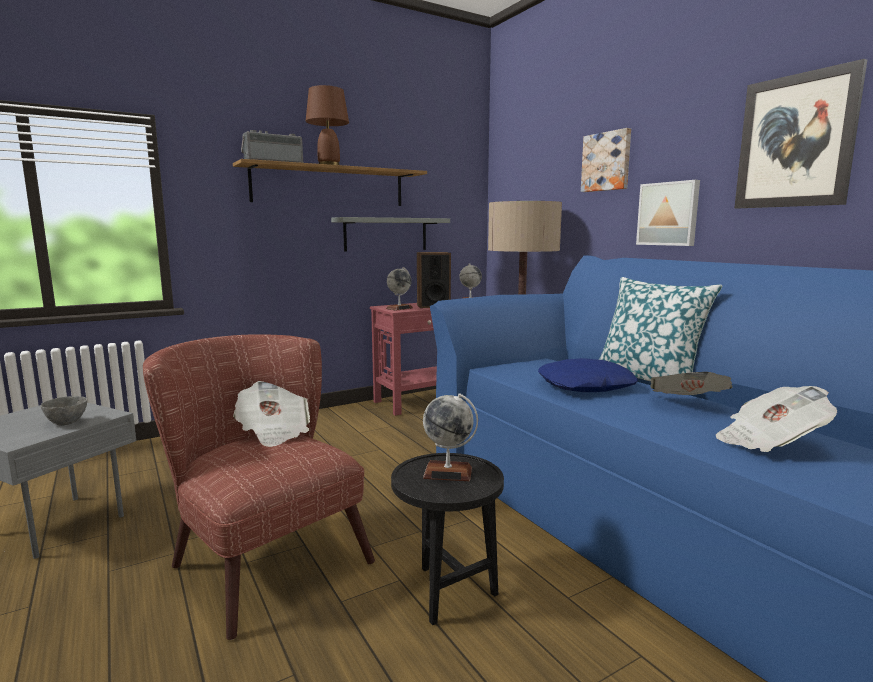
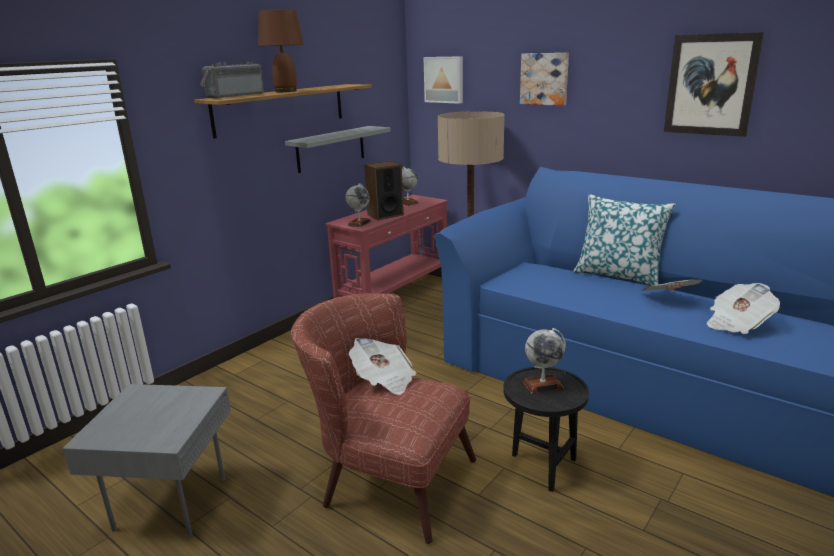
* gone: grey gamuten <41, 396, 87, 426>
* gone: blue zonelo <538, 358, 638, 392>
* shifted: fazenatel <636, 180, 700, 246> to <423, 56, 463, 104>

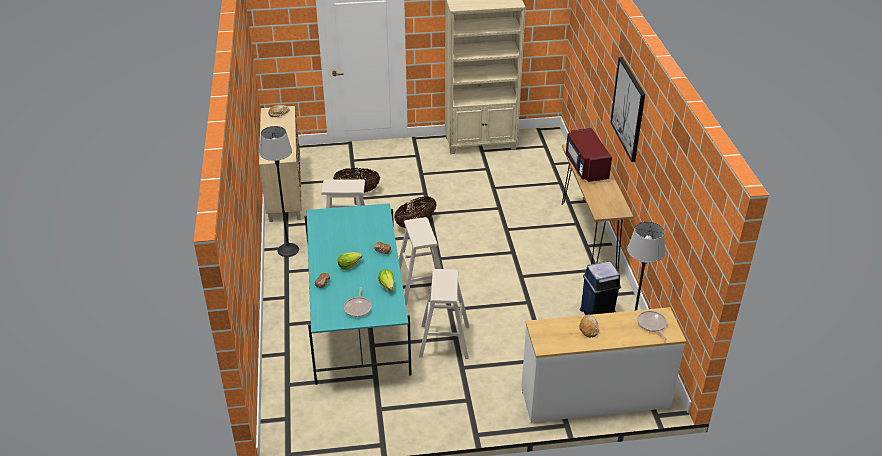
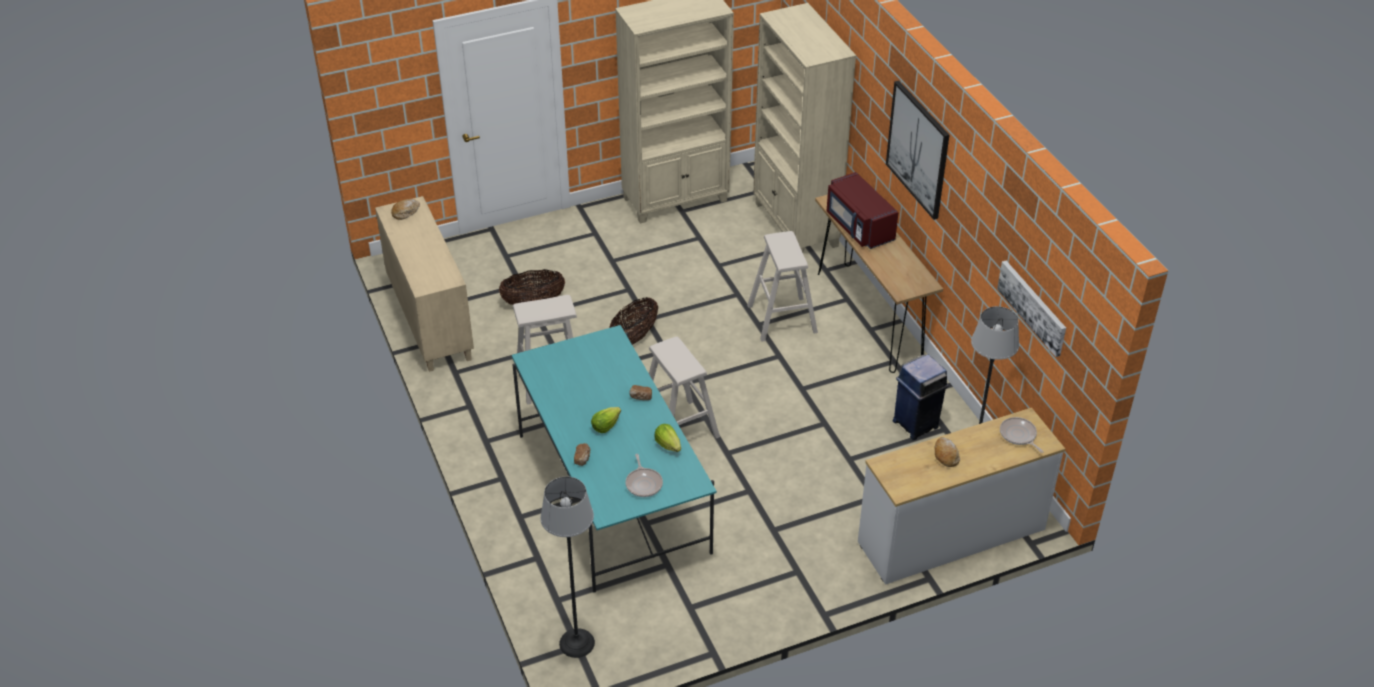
* new: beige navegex <753, 3, 856, 252>
* new: fazenatel <997, 261, 1066, 357>
* shifted: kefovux <260, 126, 299, 257> to <540, 476, 595, 658>
* shifted: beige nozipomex <419, 269, 469, 359> to <747, 231, 818, 342>

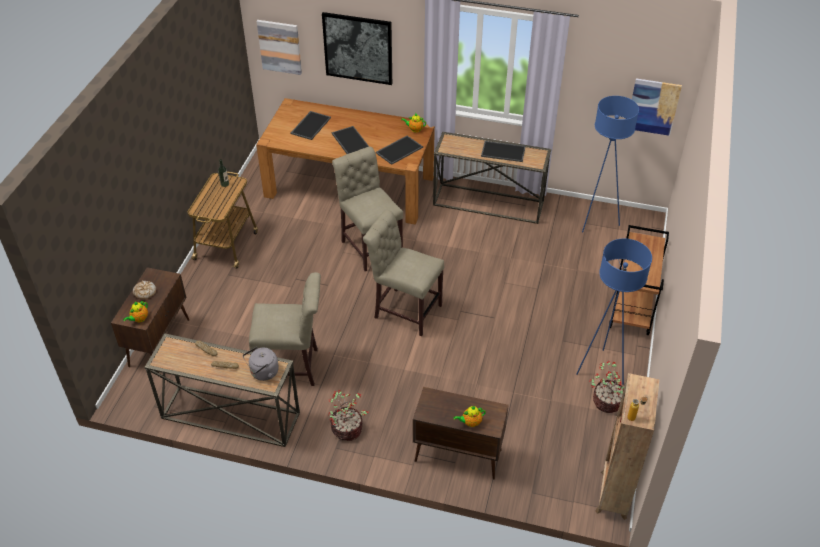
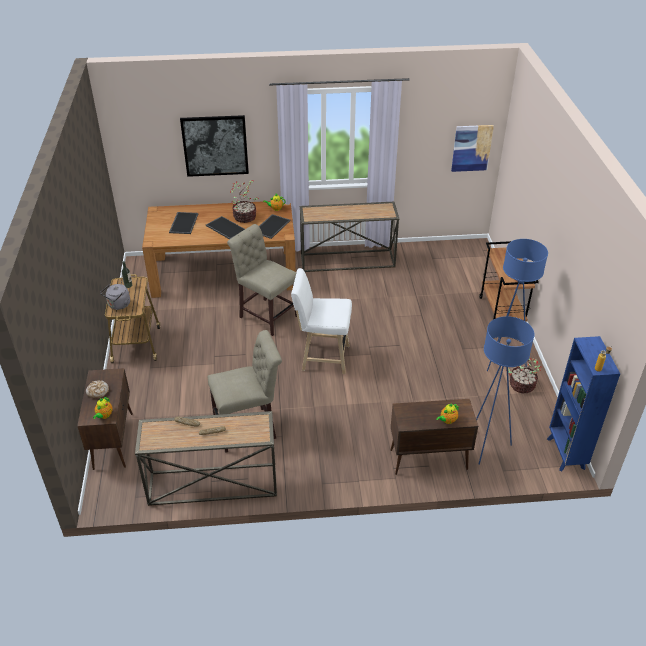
* gone: fazenatel <257, 20, 302, 75>
* gone: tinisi <481, 141, 526, 162>
* shifted: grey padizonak <243, 347, 279, 381> to <100, 284, 130, 310>
* shifted: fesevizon <328, 390, 369, 441> to <231, 181, 259, 223>
* shifted: blue kefovux <582, 96, 639, 232> to <476, 316, 534, 465>
* swapped: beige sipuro <363, 210, 444, 336> to white nozipomex <291, 268, 352, 374>
* repainted: brown navegex <595, 373, 660, 520> to blue navegex <547, 336, 620, 472>

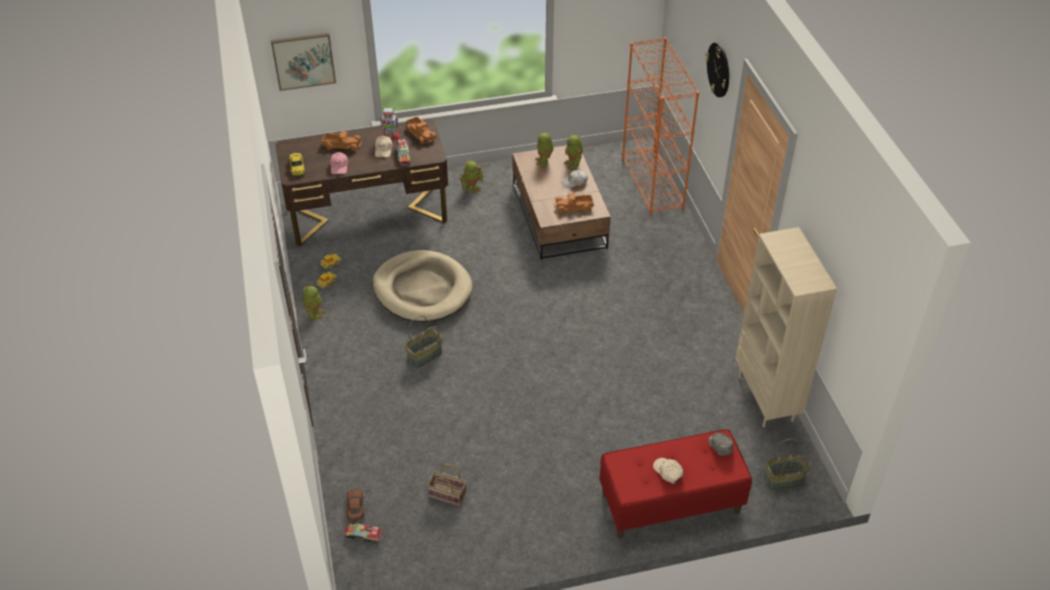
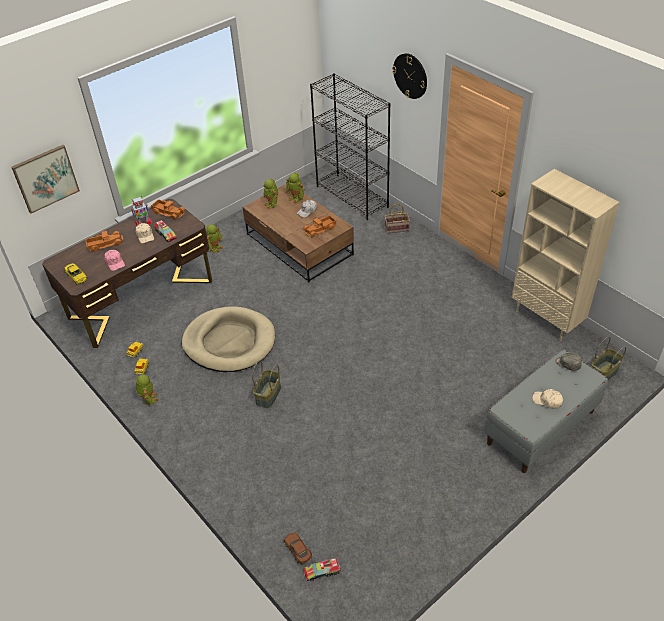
* shifted: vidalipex <427, 464, 467, 506> to <385, 204, 410, 233>
* repainted: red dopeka <599, 429, 752, 539> to grey dopeka <484, 349, 608, 473>
* repainted: orange navegex <622, 38, 699, 216> to black navegex <310, 73, 391, 220>

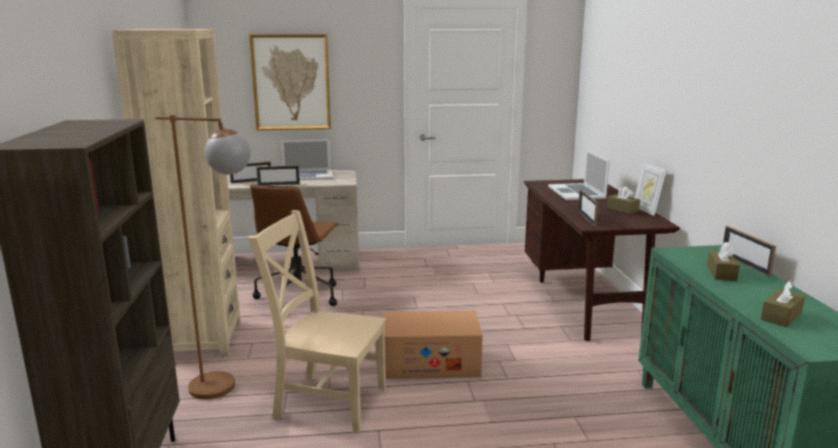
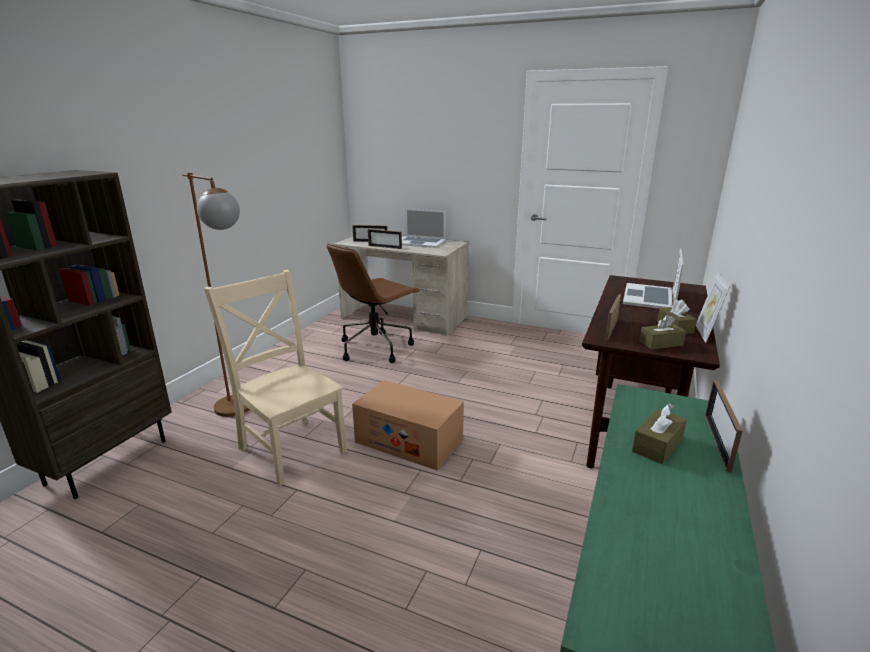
* gone: beige navegex <112, 29, 240, 357>
* gone: fazenatel <249, 34, 331, 130>
* shifted: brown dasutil <761, 281, 805, 327> to <639, 315, 686, 350>

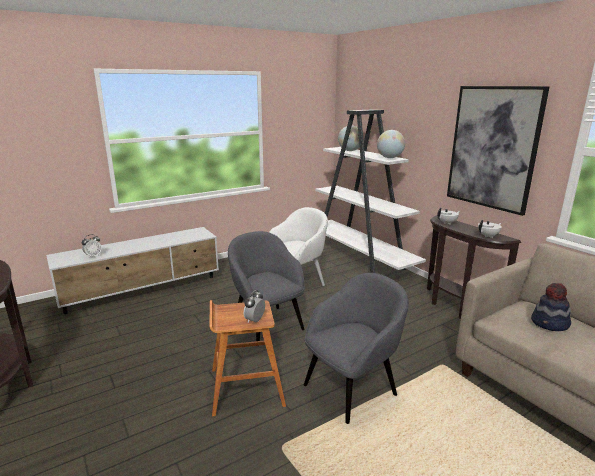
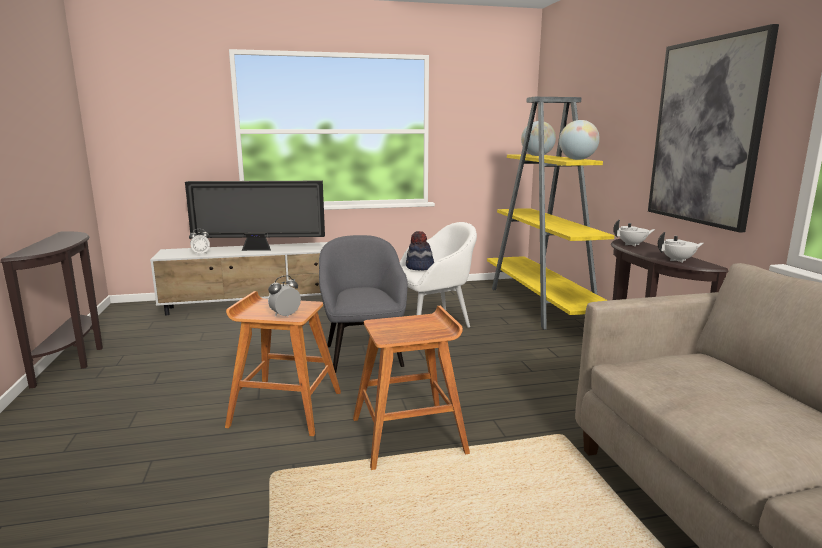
* new: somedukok <185, 181, 325, 251>
* shifted: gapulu <531, 283, 571, 331> to <406, 231, 434, 270>
* swapped: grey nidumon <304, 273, 409, 424> to brown nozipomex <353, 306, 470, 470>
* repainted: white navegex <315, 109, 426, 273> to yellow navegex <487, 97, 615, 330>

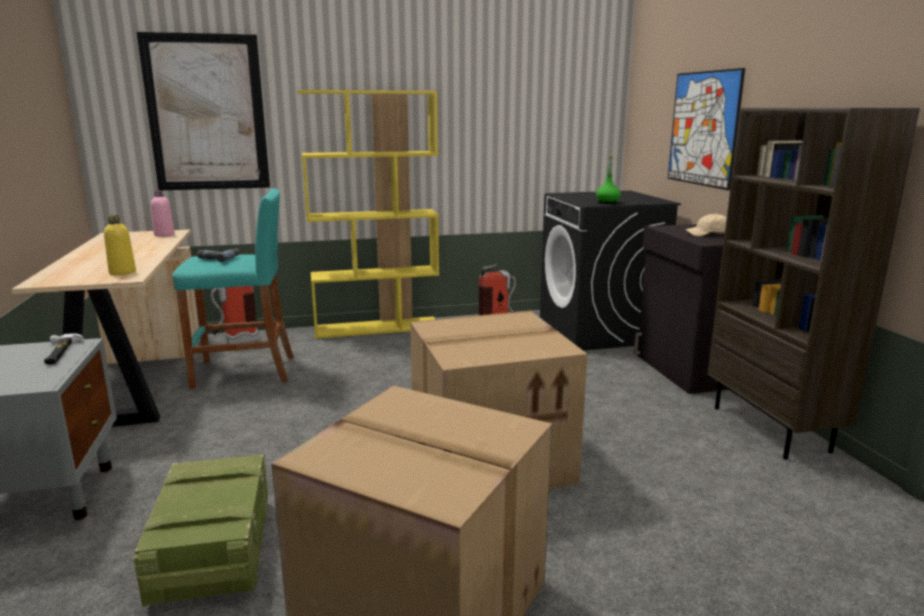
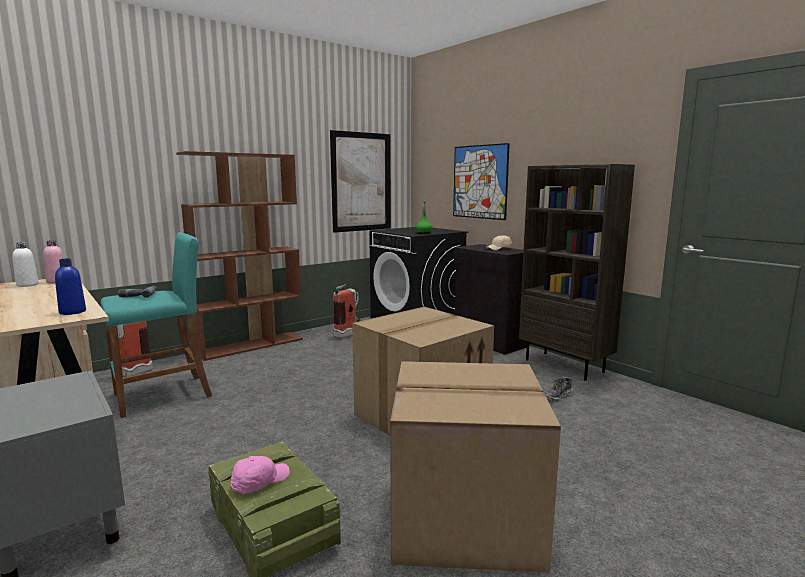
* gone: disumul <44, 333, 84, 364>
* new: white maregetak <12, 242, 39, 287>
* new: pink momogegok <230, 456, 290, 494>
* new: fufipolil <545, 377, 573, 401>
* shifted: fazenatel <137, 32, 270, 190> to <330, 130, 391, 233>
* repainted: yellow maregetak <104, 215, 136, 275> to blue maregetak <55, 258, 86, 315>
* repainted: yellow navegex <297, 90, 439, 339> to brown navegex <176, 151, 303, 361>

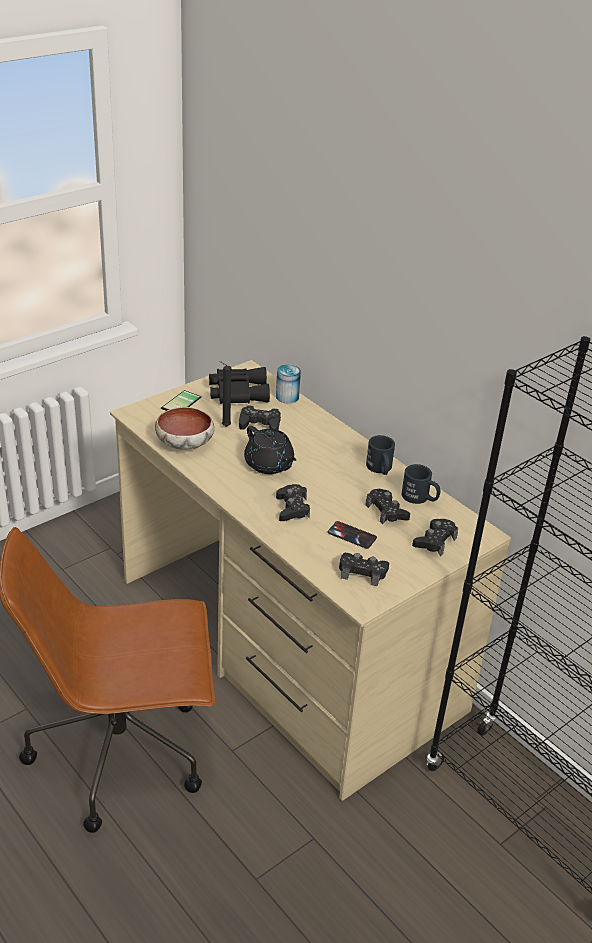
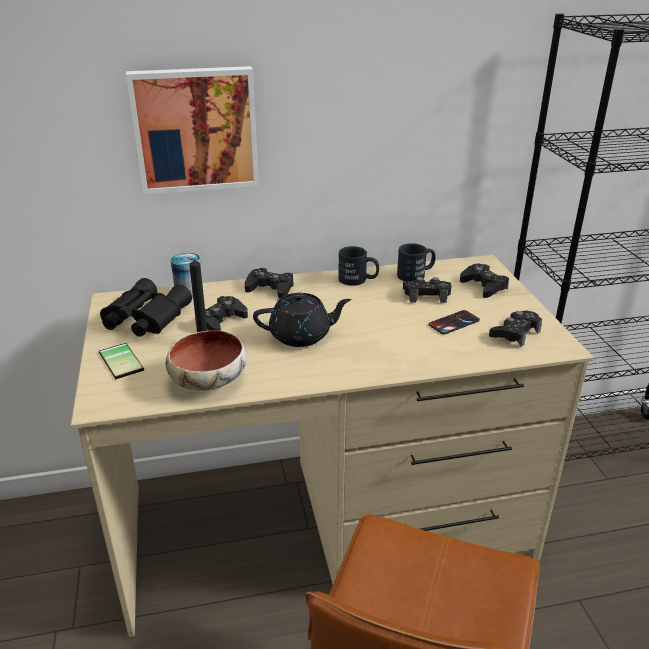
* new: fazenatel <126, 66, 259, 195>
* shifted: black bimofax <276, 484, 310, 521> to <245, 268, 293, 299>

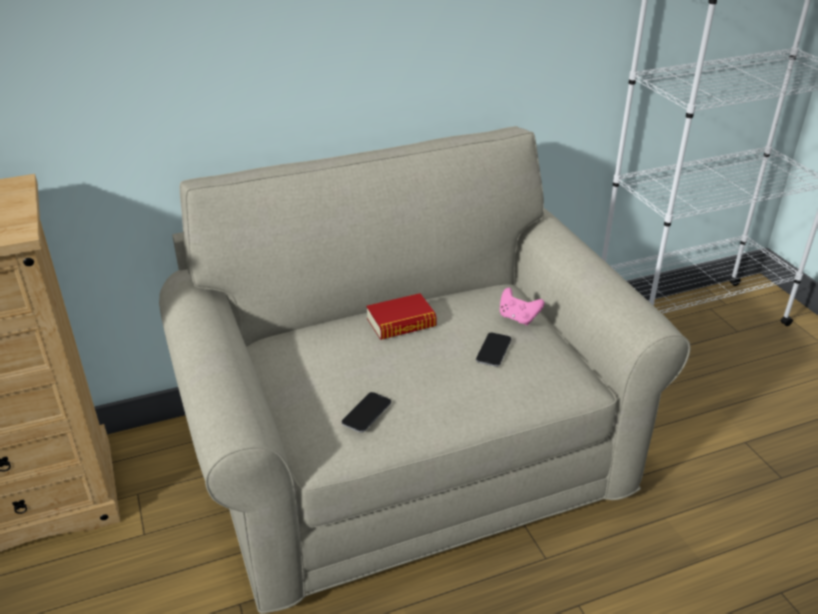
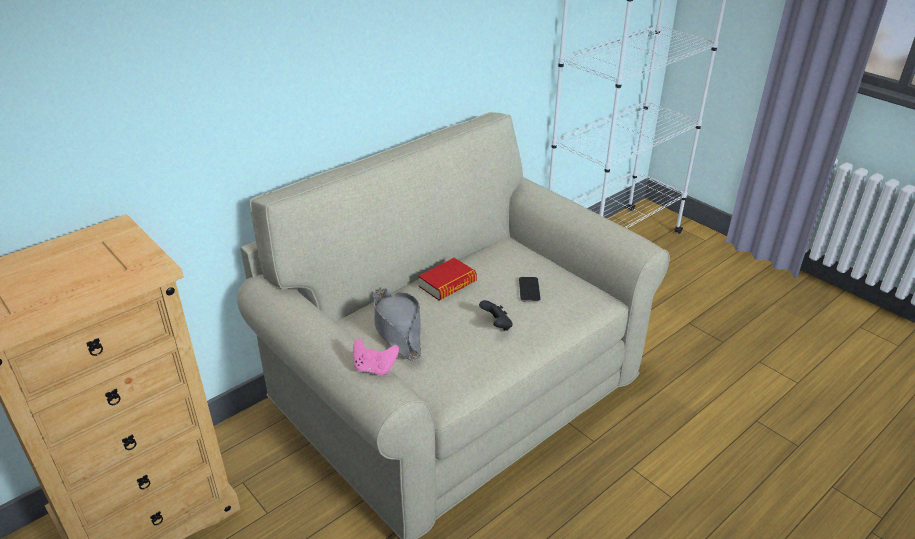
* gone: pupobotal <342, 392, 391, 433>
* new: grey gapulu <374, 288, 421, 360>
* new: black bimofax <479, 300, 513, 331>
* shifted: pink bimofax <500, 288, 545, 326> to <353, 338, 399, 375>

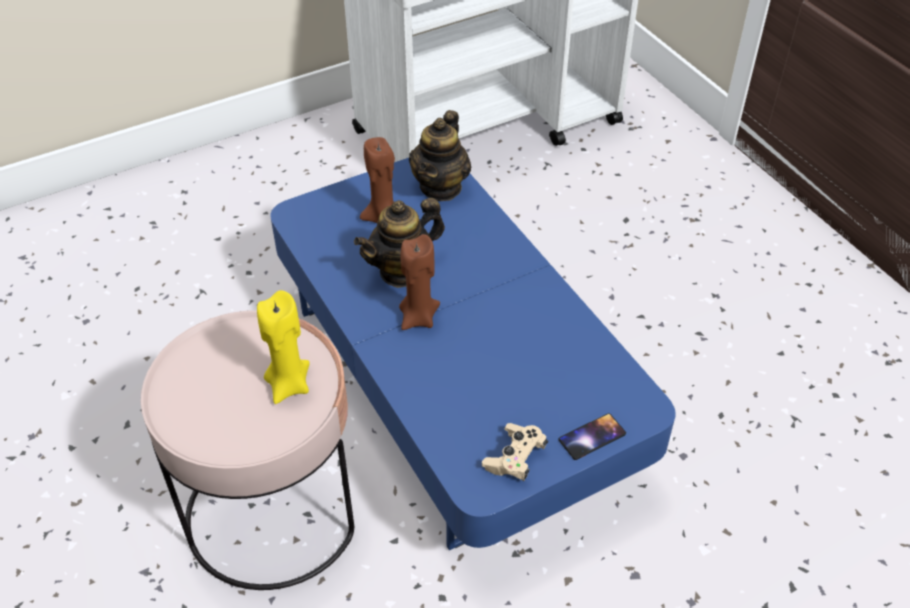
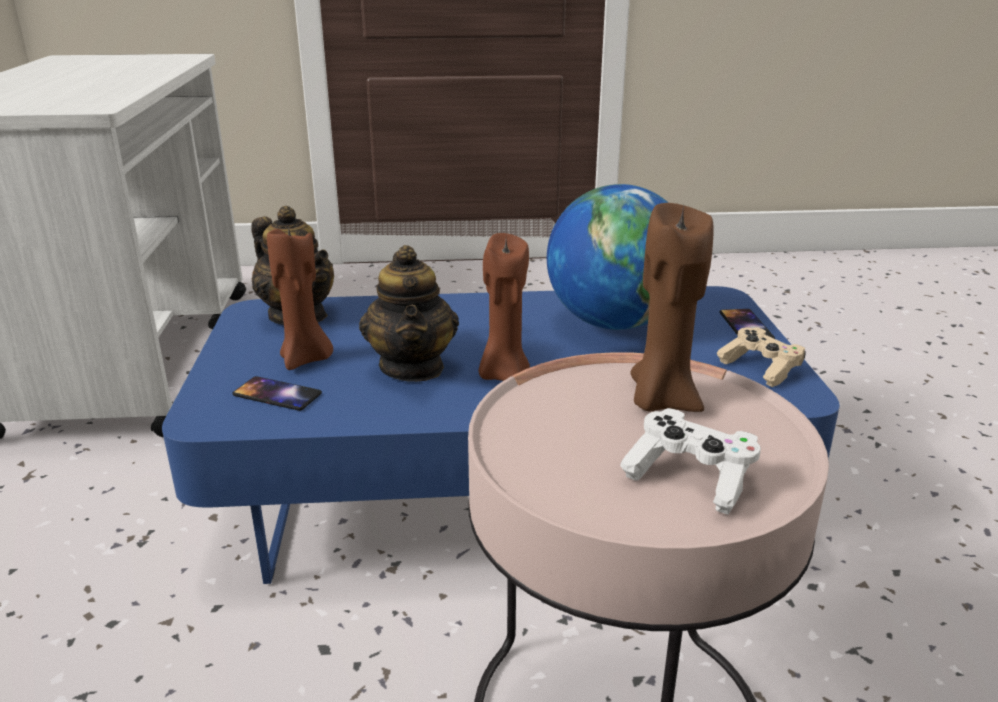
* new: pupobotal <232, 376, 322, 411>
* new: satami <547, 184, 668, 330>
* new: white bimofax <620, 408, 761, 515>
* repainted: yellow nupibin <257, 290, 309, 404> to brown nupibin <631, 203, 714, 412>

